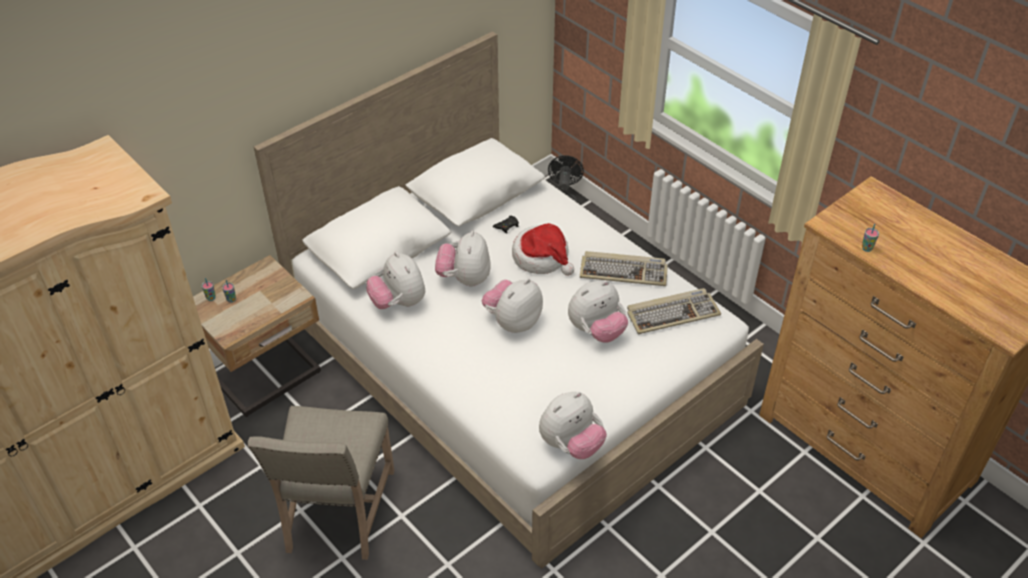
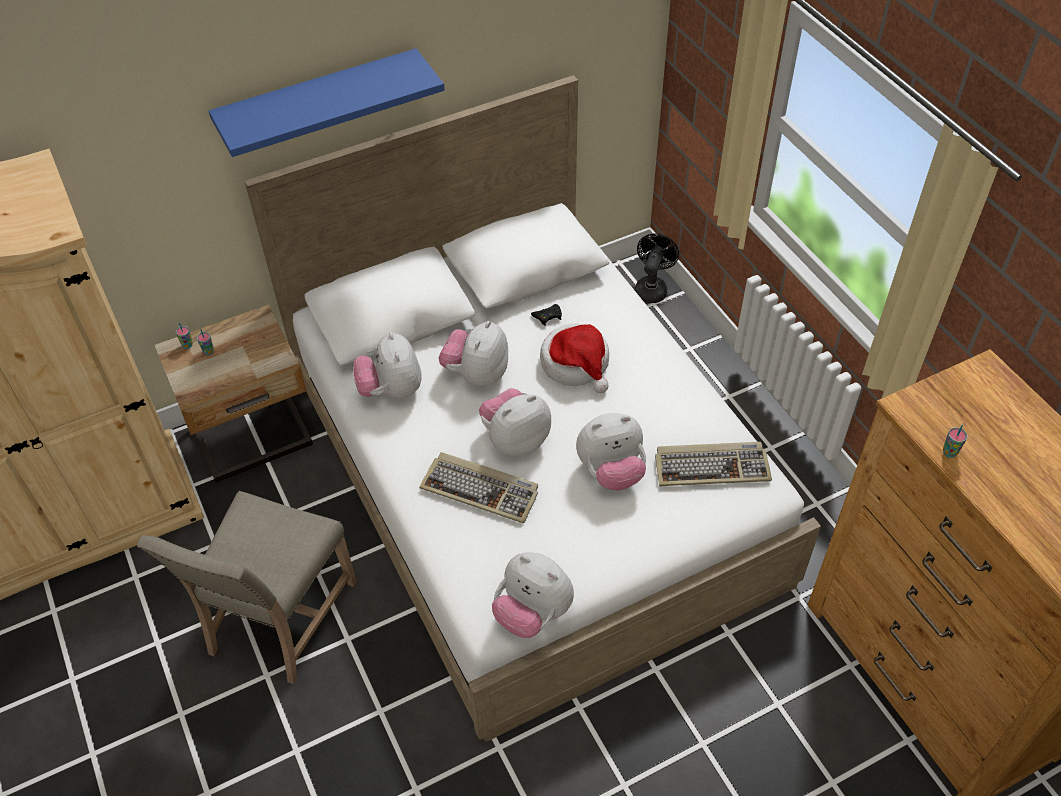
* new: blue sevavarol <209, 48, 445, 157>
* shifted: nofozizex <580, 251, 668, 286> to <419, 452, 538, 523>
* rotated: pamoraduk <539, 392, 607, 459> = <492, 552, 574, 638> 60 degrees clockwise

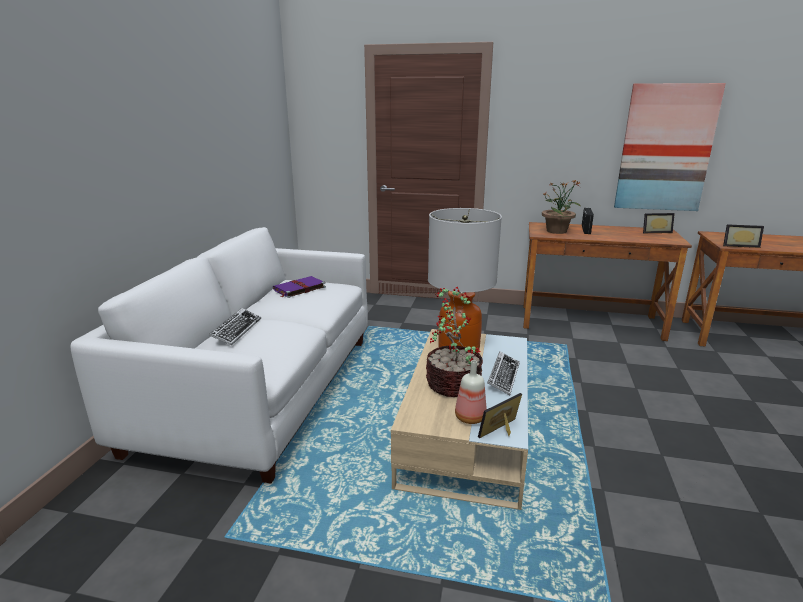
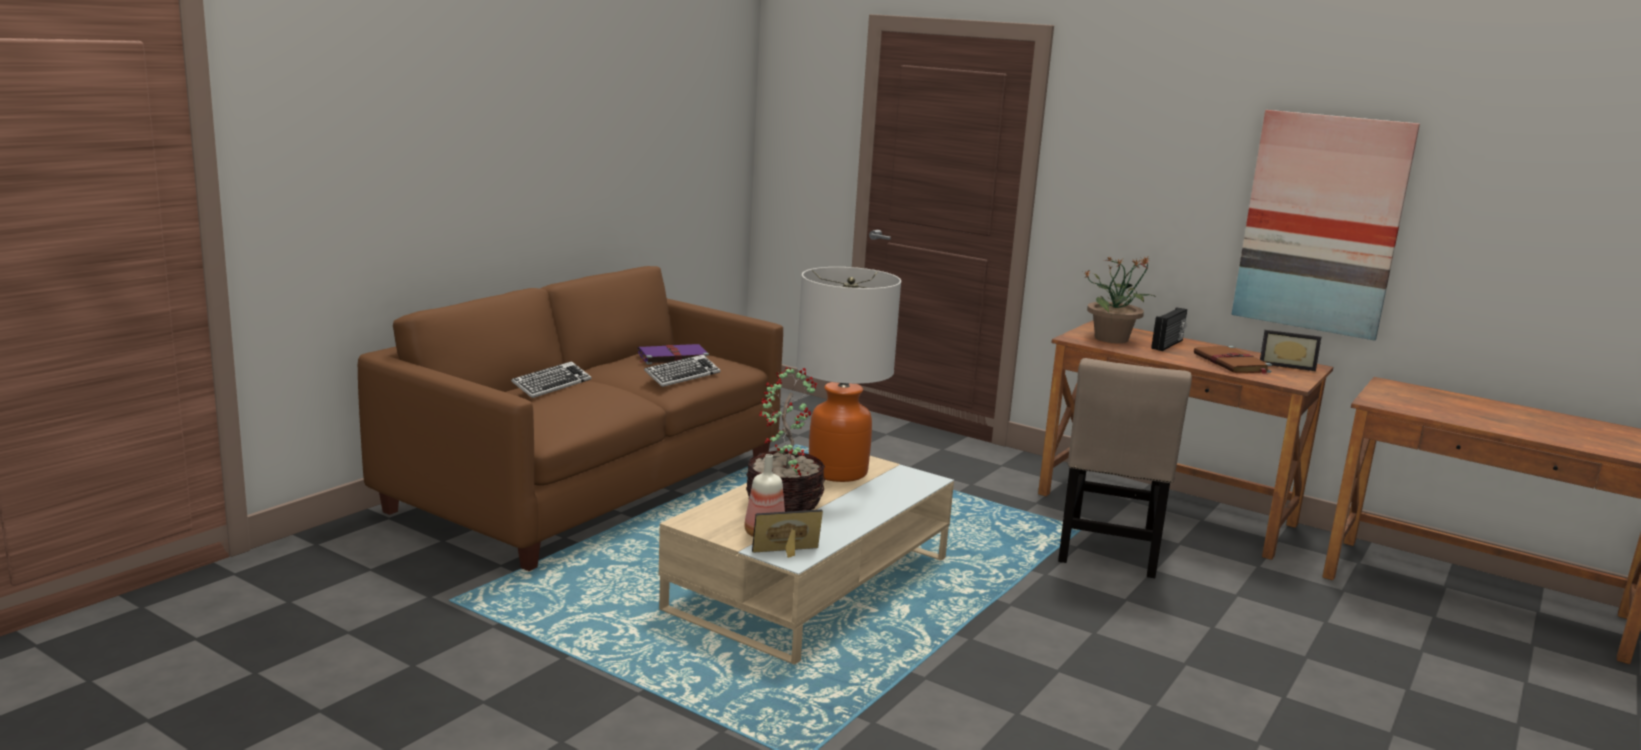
* gone: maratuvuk <723, 224, 764, 248>
* new: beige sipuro <1058, 358, 1192, 578>
* new: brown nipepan <1194, 346, 1272, 375>
* shifted: nofozizex <487, 352, 520, 395> to <644, 355, 720, 387>
* repainted: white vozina <70, 227, 368, 483> to brown vozina <358, 266, 783, 571>

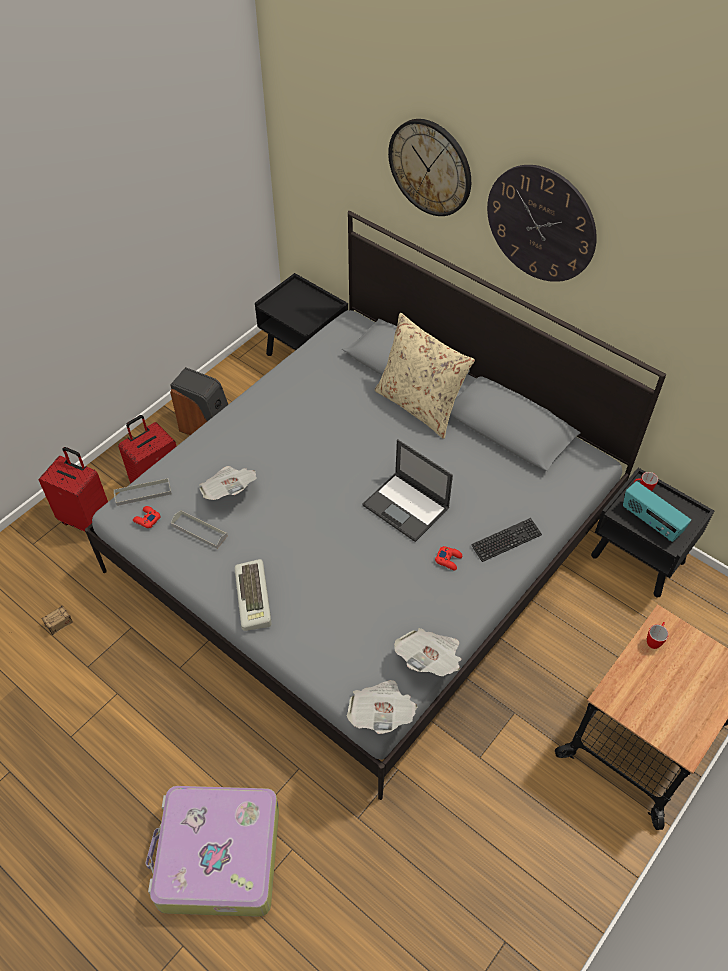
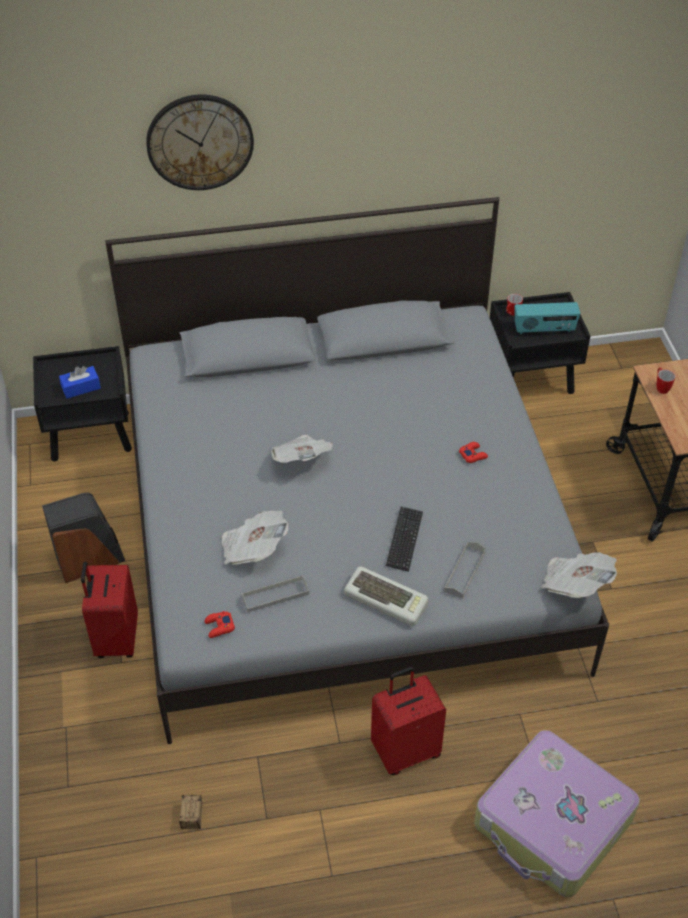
* gone: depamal <362, 439, 453, 542>
* gone: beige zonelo <375, 313, 475, 439>
* gone: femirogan <487, 165, 597, 282>
* new: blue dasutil <59, 366, 101, 399>
* shifted: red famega <38, 447, 108, 532> to <371, 667, 446, 775>
* shifted: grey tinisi <114, 478, 172, 506> to <444, 542, 486, 599>
* shifted: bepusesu <394, 628, 462, 676> to <271, 435, 333, 463>
* shifted: nofozizex <471, 518, 542, 562> to <386, 506, 423, 572>

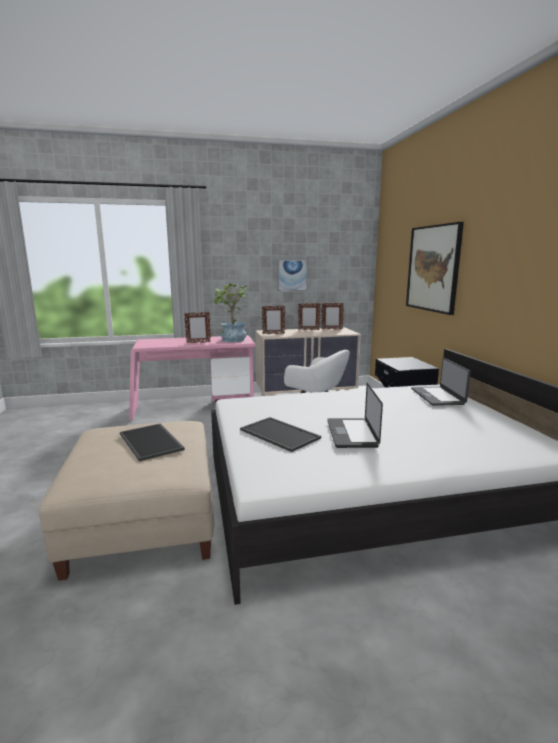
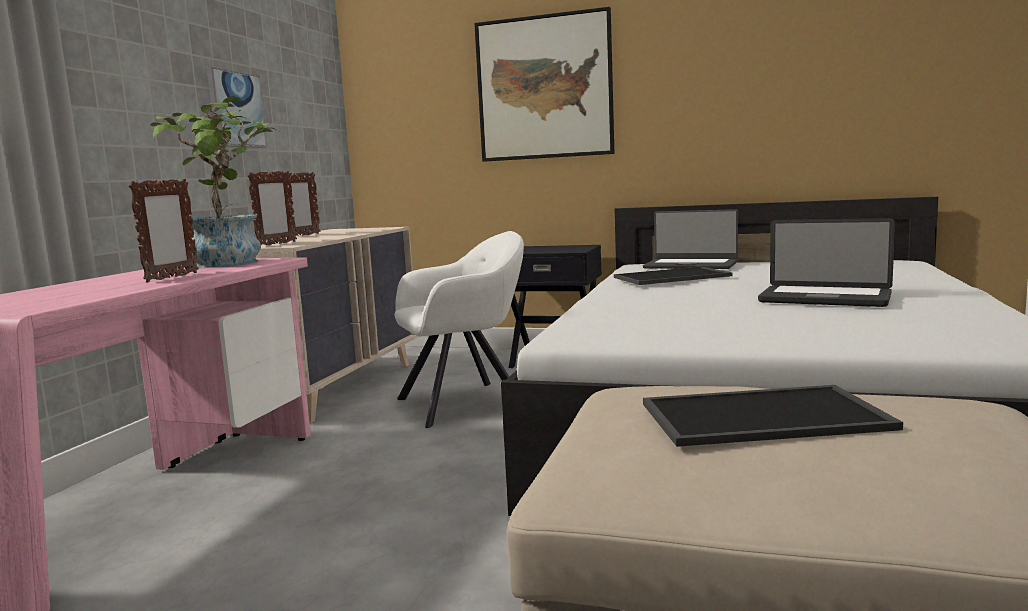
* gone: maratuvuk <321, 302, 344, 330>
* shifted: tinisi <240, 417, 321, 452> to <614, 266, 733, 285>

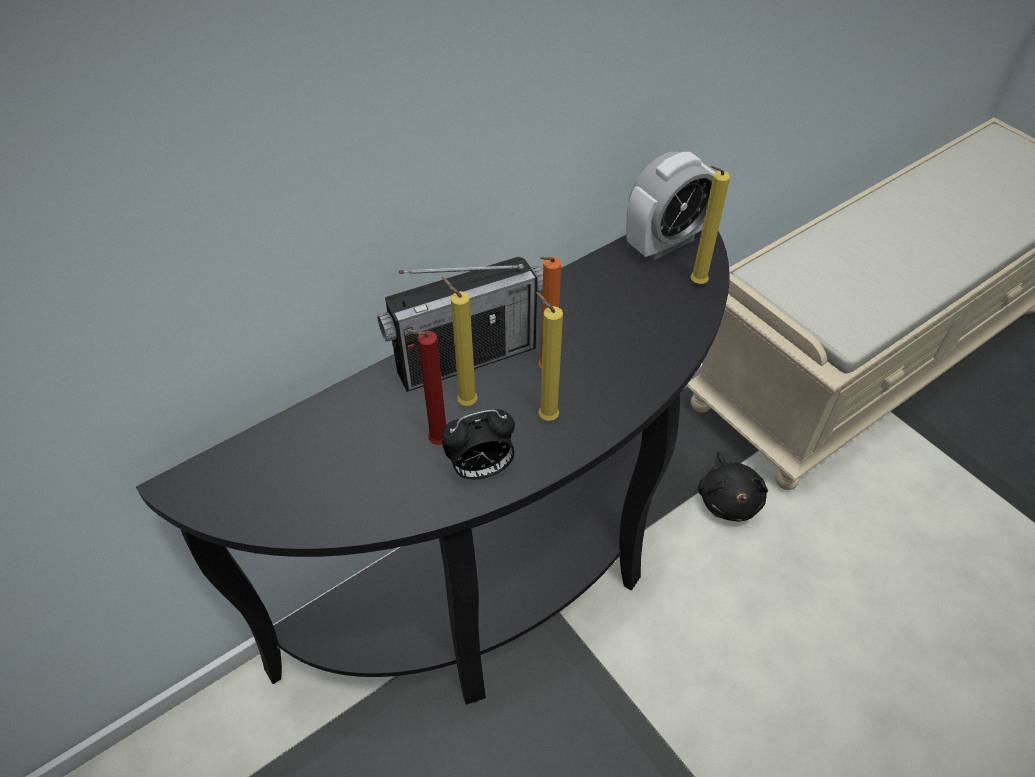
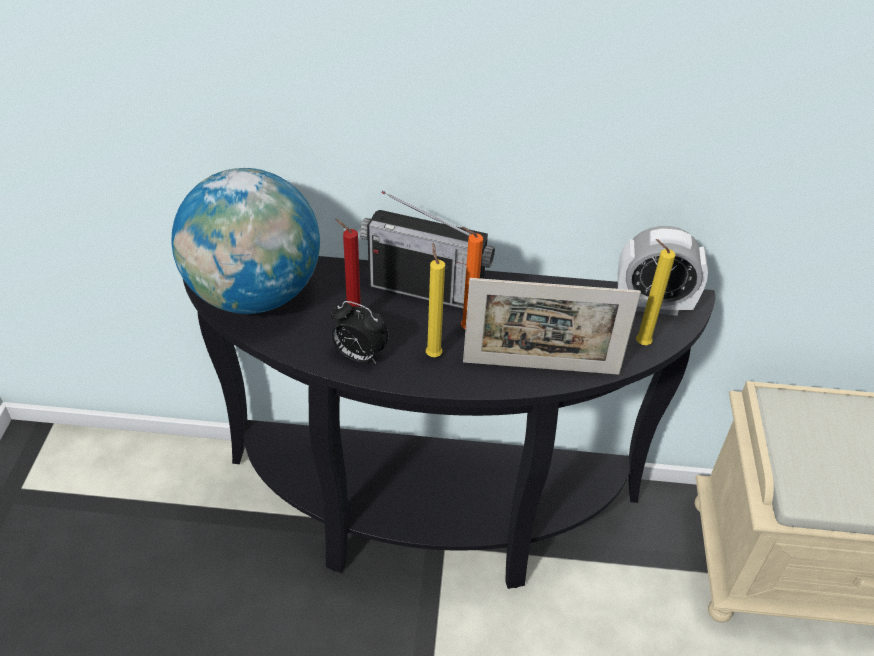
* gone: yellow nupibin <442, 277, 478, 406>
* gone: black pamoraduk <698, 452, 768, 522>
* new: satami <171, 168, 320, 314>
* new: maratuvuk <463, 278, 641, 375>

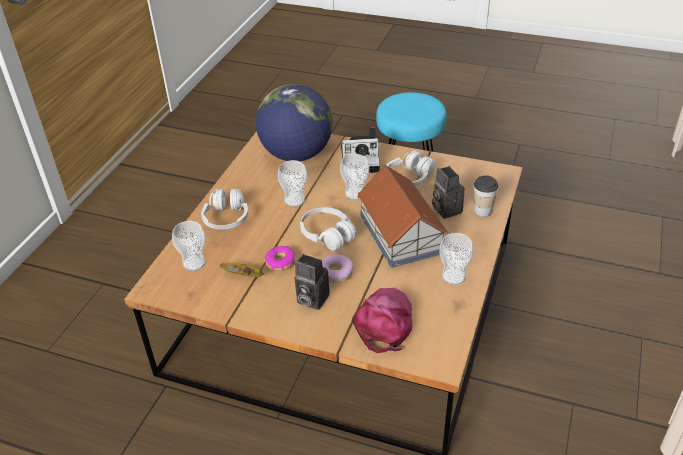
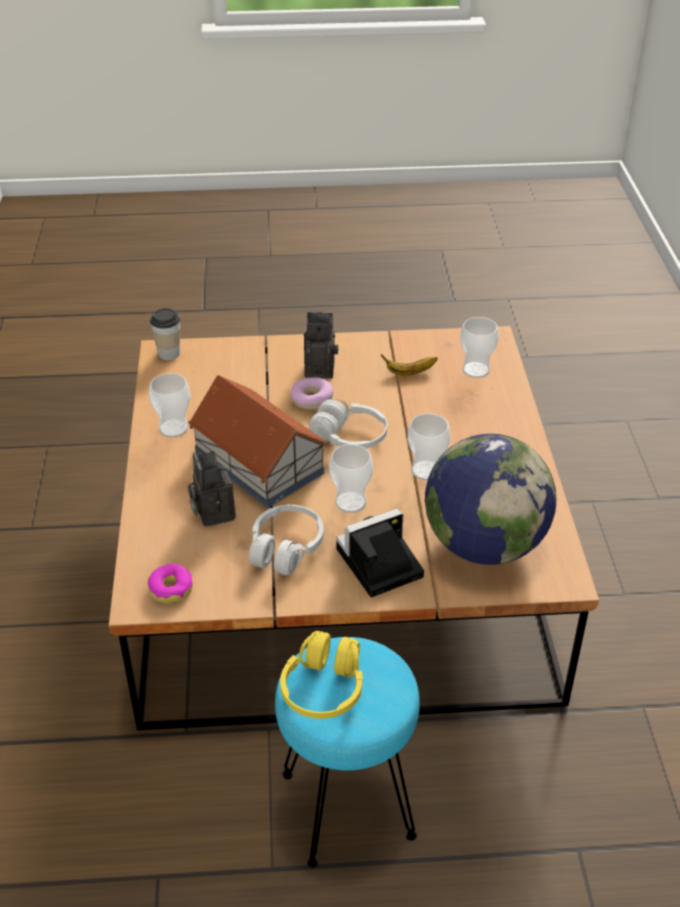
* gone: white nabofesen <201, 189, 248, 230>
* gone: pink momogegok <352, 288, 413, 353>
* new: yellow nabofesen <280, 631, 363, 719>
* shifted: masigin <265, 246, 295, 271> to <148, 564, 193, 603>
* shifted: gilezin <474, 175, 498, 217> to <150, 308, 180, 360>
* rotated: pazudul <432, 166, 464, 219> = <188, 451, 236, 527> 150 degrees counterclockwise

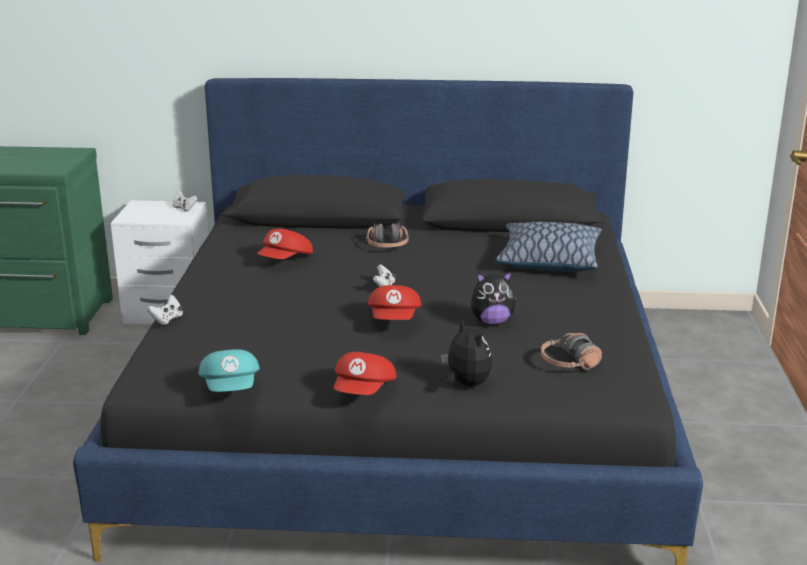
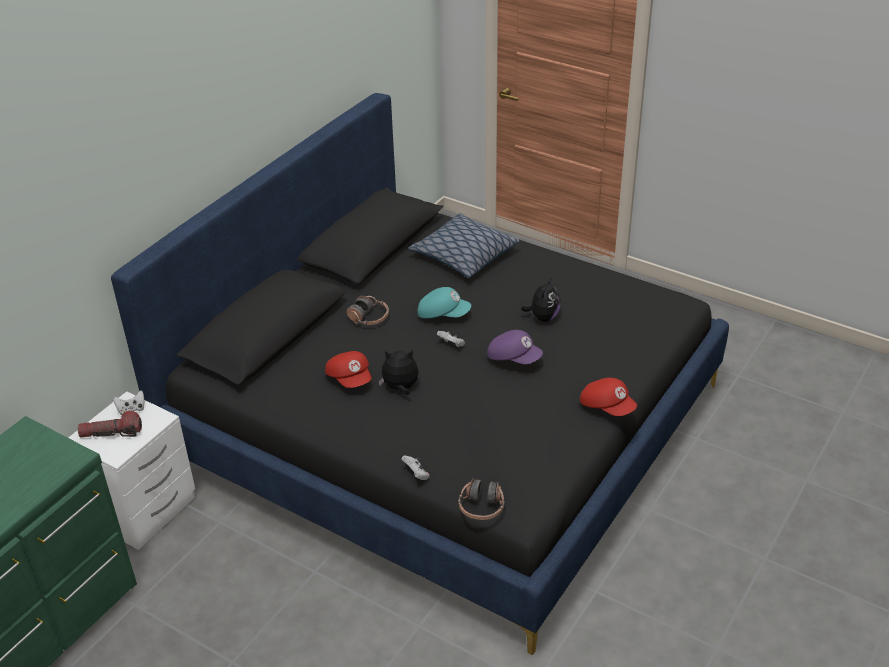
* new: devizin <78, 411, 142, 438>
* shifted: turquoise momogegok <199, 349, 260, 392> to <418, 287, 471, 319>
* shifted: pamoraduk <441, 320, 492, 387> to <378, 350, 419, 395>
* shifted: nabofesen <541, 333, 602, 370> to <458, 478, 505, 520>
* repainted: red momogegok <368, 285, 421, 320> to purple momogegok <487, 330, 543, 364>

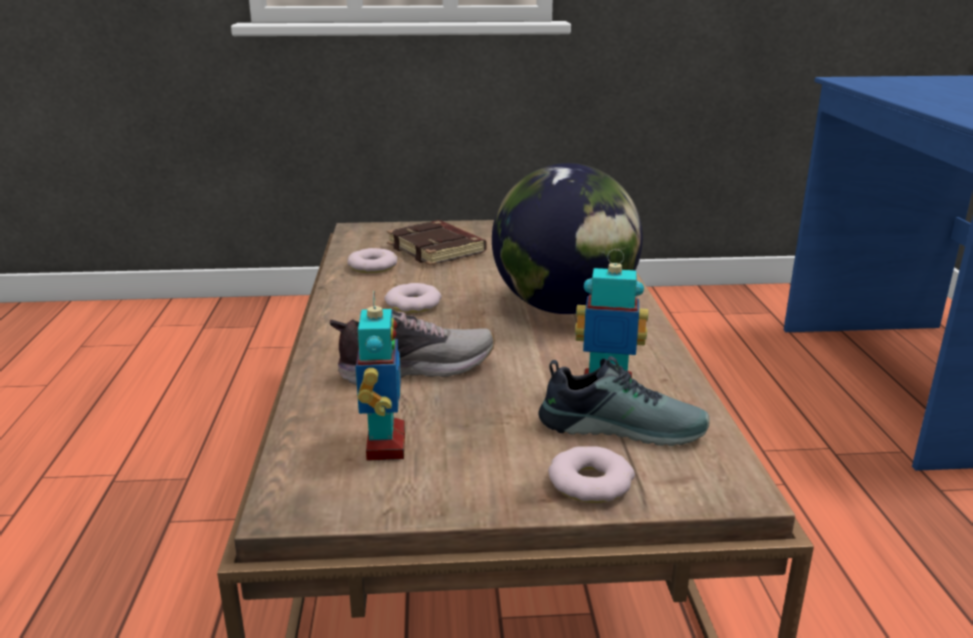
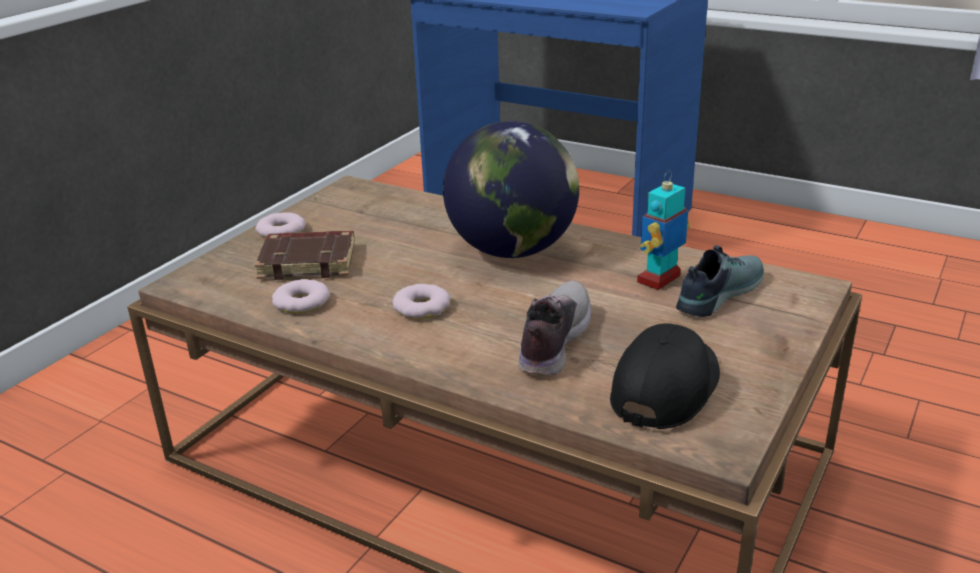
* shifted: masigin <548, 446, 635, 503> to <256, 212, 306, 238>
* swapped: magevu <356, 291, 405, 461> to black momogegok <610, 323, 720, 429>

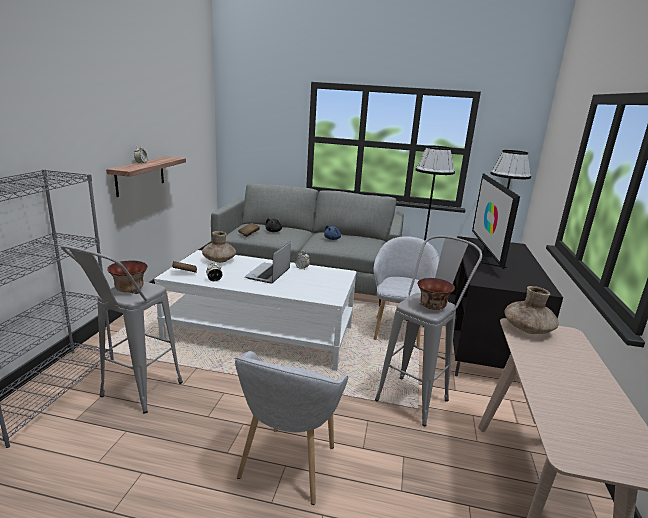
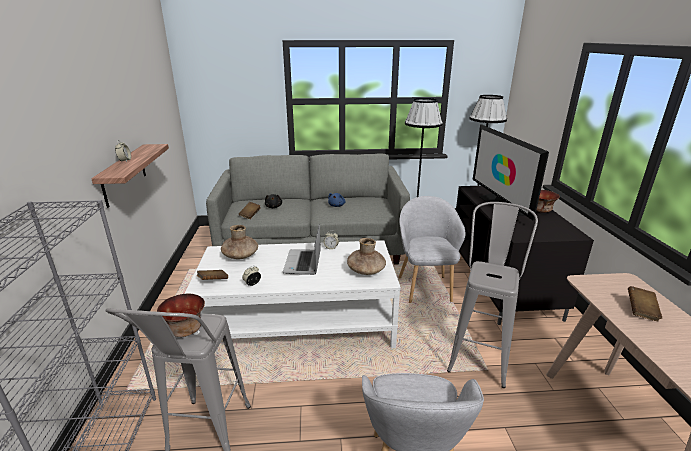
* new: brown nipepan <628, 286, 662, 321>
* shifted: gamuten <417, 278, 455, 310> to <536, 190, 560, 213>
* shifted: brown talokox <505, 286, 559, 334> to <347, 238, 386, 275>

